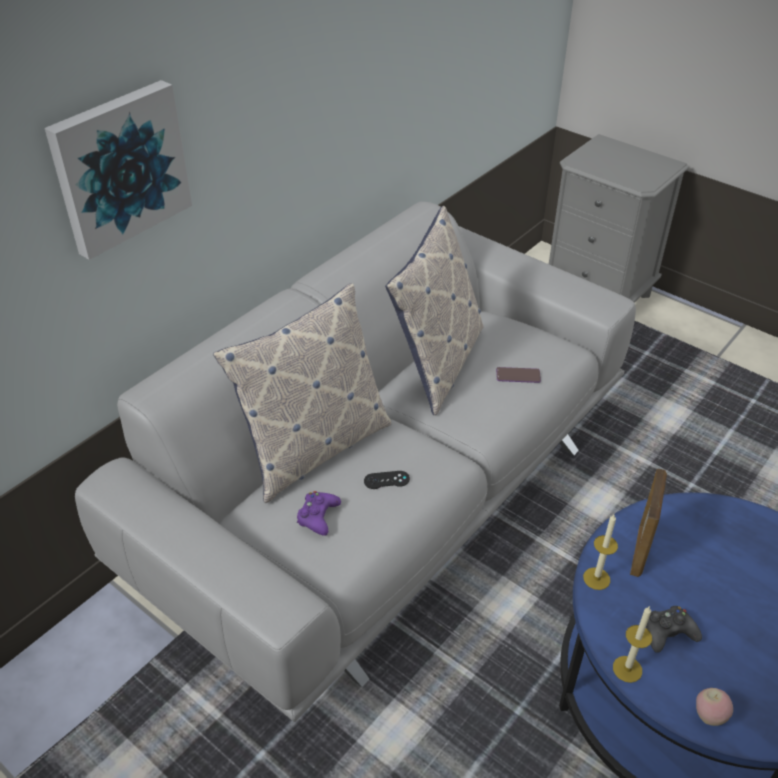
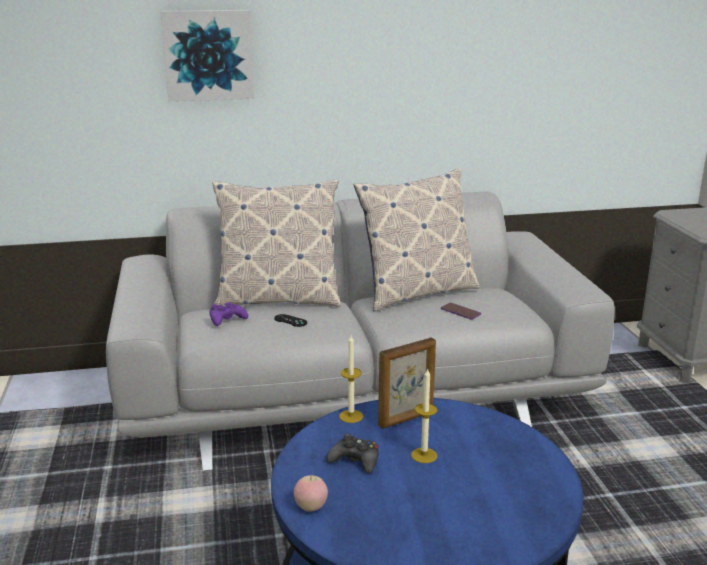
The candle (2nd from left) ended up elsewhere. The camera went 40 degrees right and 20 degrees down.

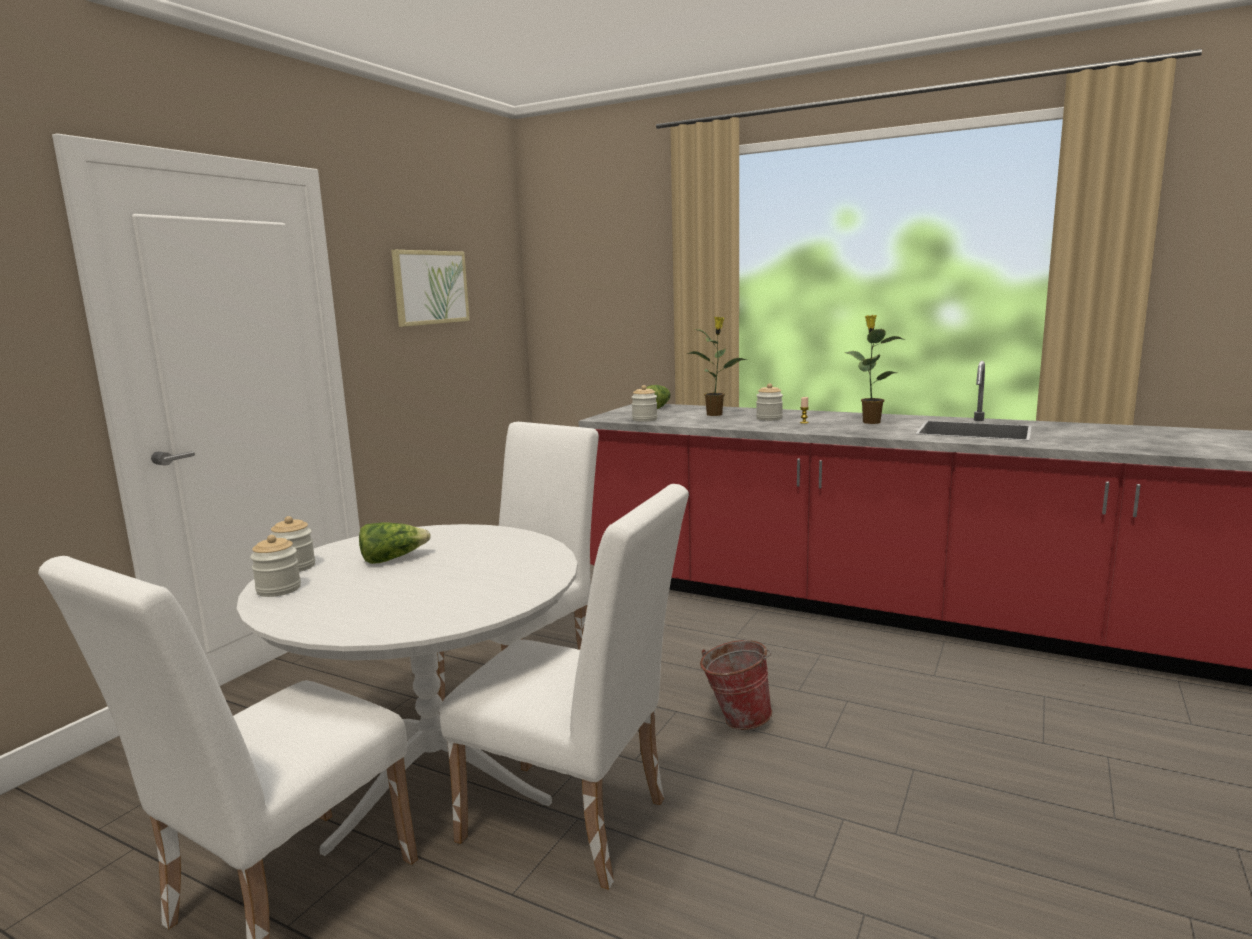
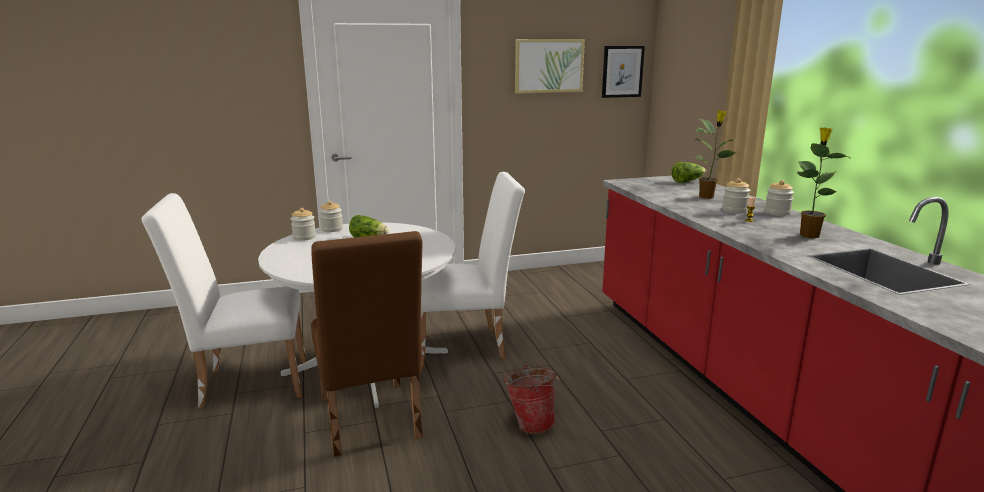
What was the white chair (3rd from left) turned into the brown chair. The second view gained the picture (2nd from left). The jar (3rd from left in the first image) ended up elsewhere. The camera went 45 degrees right and 5 degrees up.

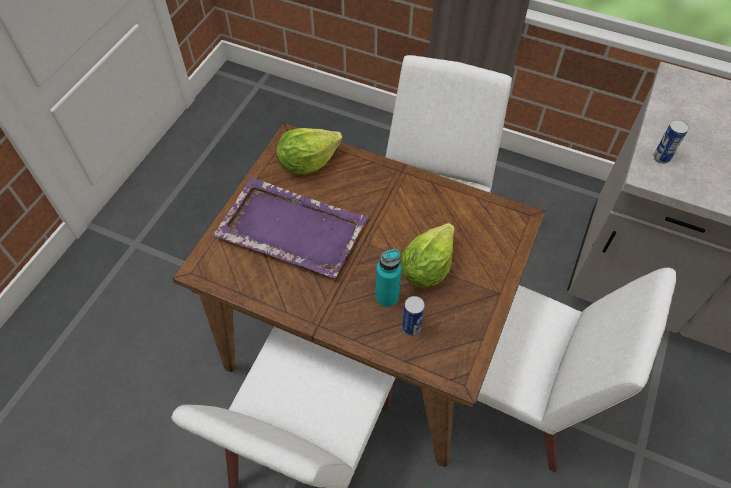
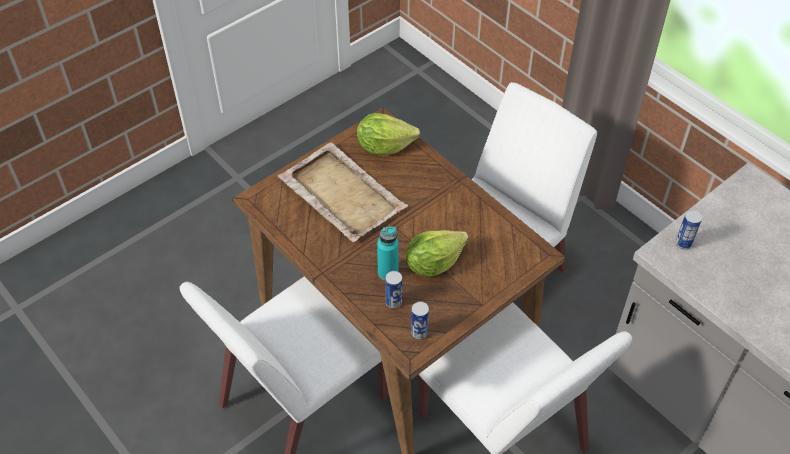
What was the purple tray turned into the beige tray. The second view gained the can (2nd from left). The camera went 25 degrees right and 5 degrees down.

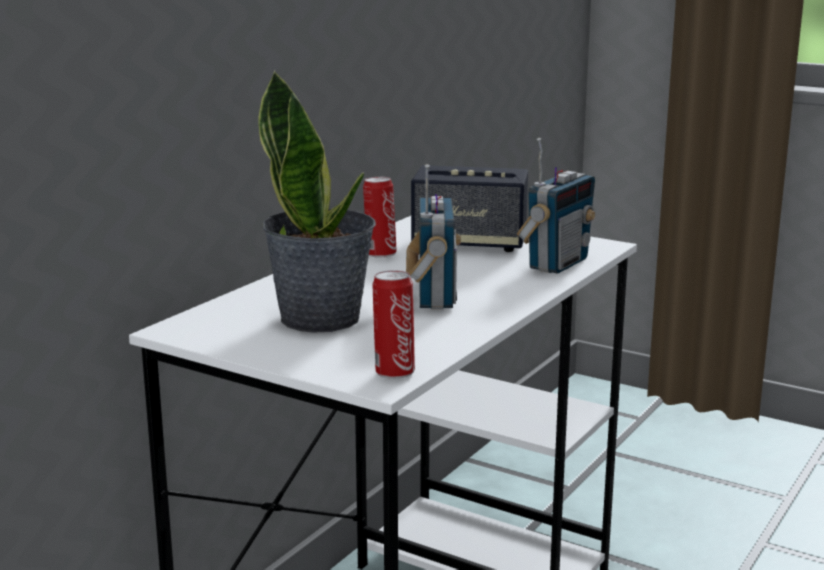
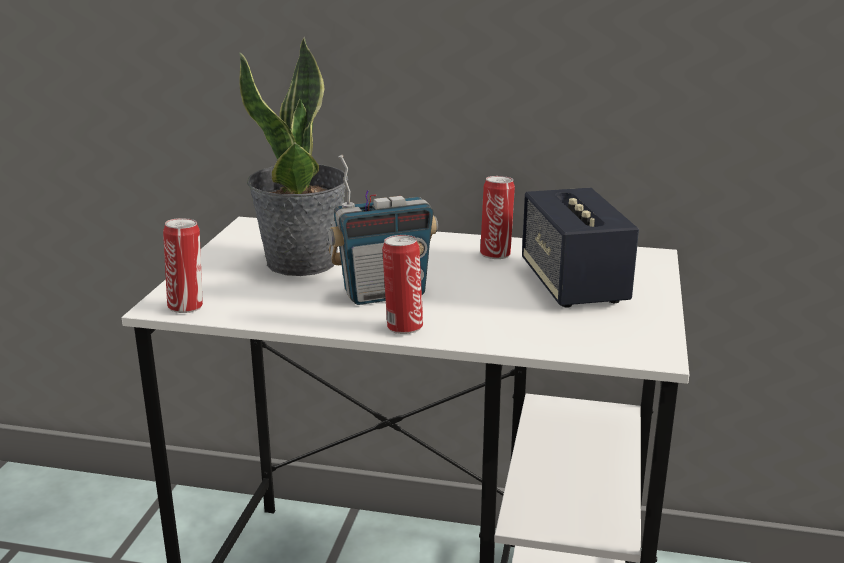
The second view gained the can (2nd from left). The second view lost the radio (2nd from left). The camera went 70 degrees right and 5 degrees up.

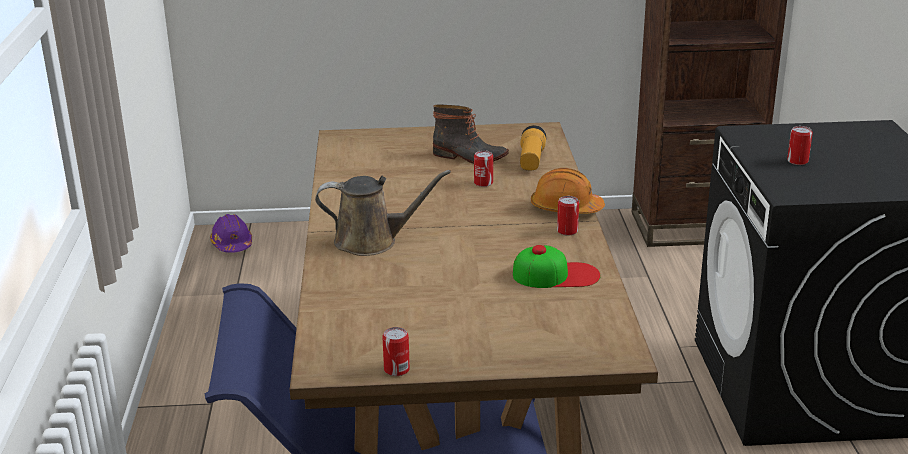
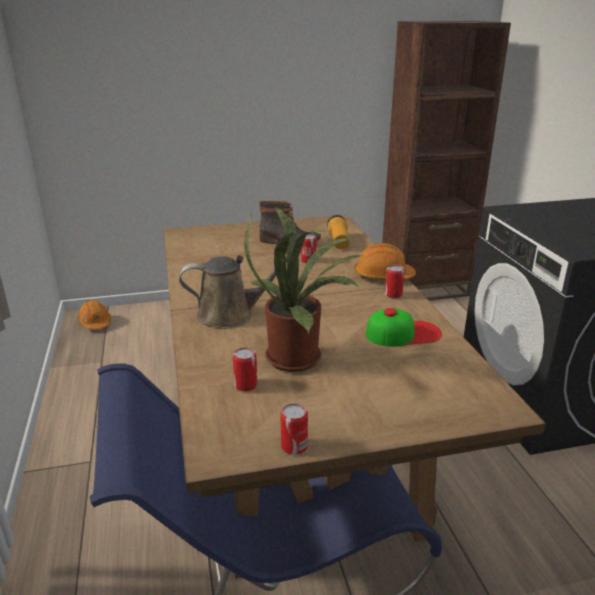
What was the purple hard hat turned into the orange hard hat (1st from left). The can (4th from left in the first image) ended up elsewhere. The second view gained the potted plant. The camera went 10 degrees left and 0 degrees up.

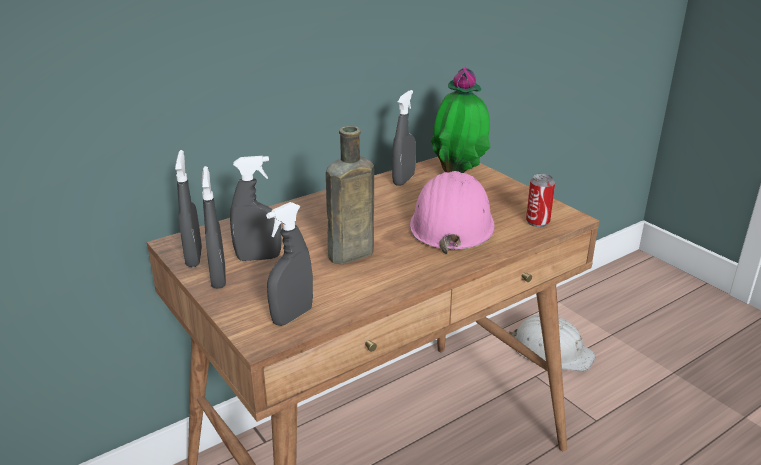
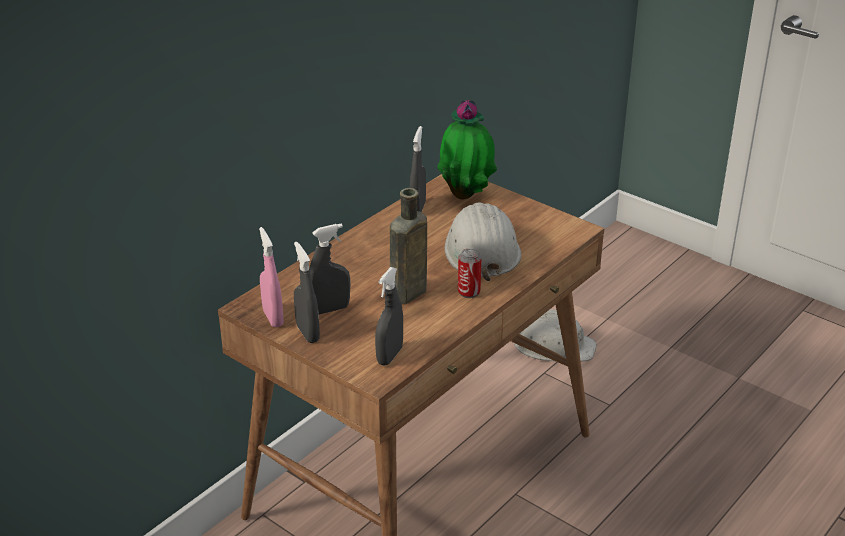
What was the grey spray bottle (1st from left) turned into the pink spray bottle. What was the pink hard hat turned into the white hard hat (1st from left). The can ended up elsewhere. The camera went 15 degrees left and 5 degrees up.

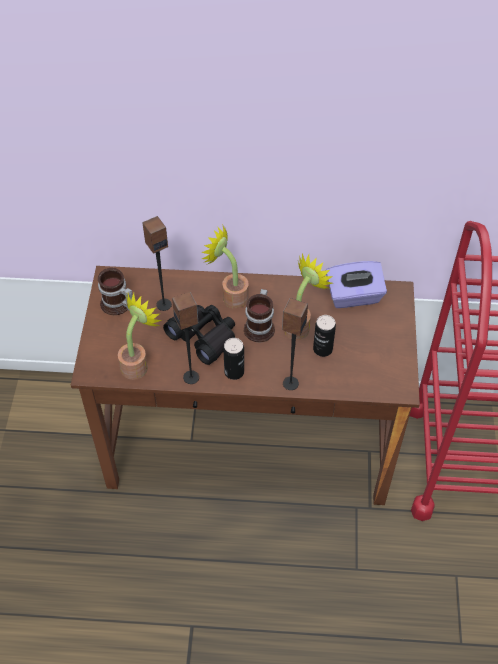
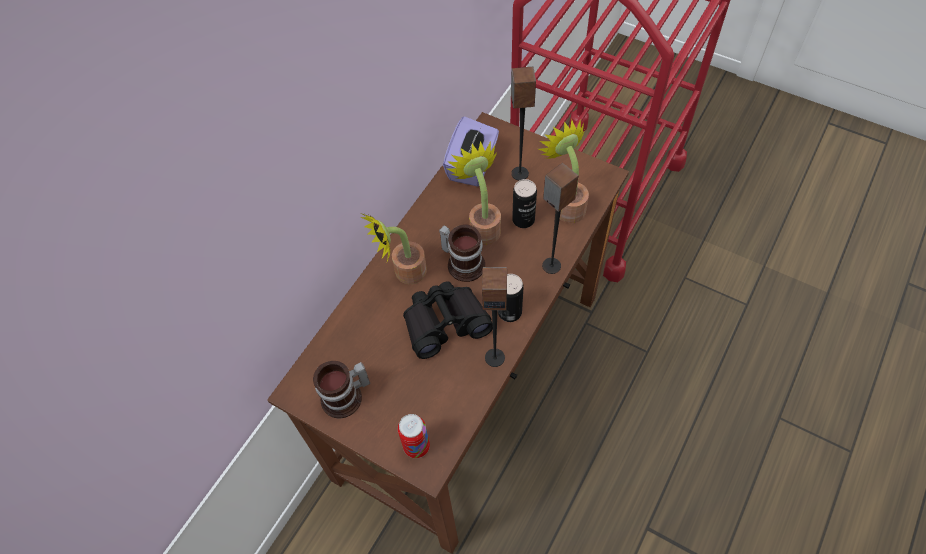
The second view gained the can (1st from left). The speaker (1st from left in the first image) ended up elsewhere. The potted plant (1st from left in the first image) ended up elsewhere. The camera went 60 degrees left and 5 degrees up.

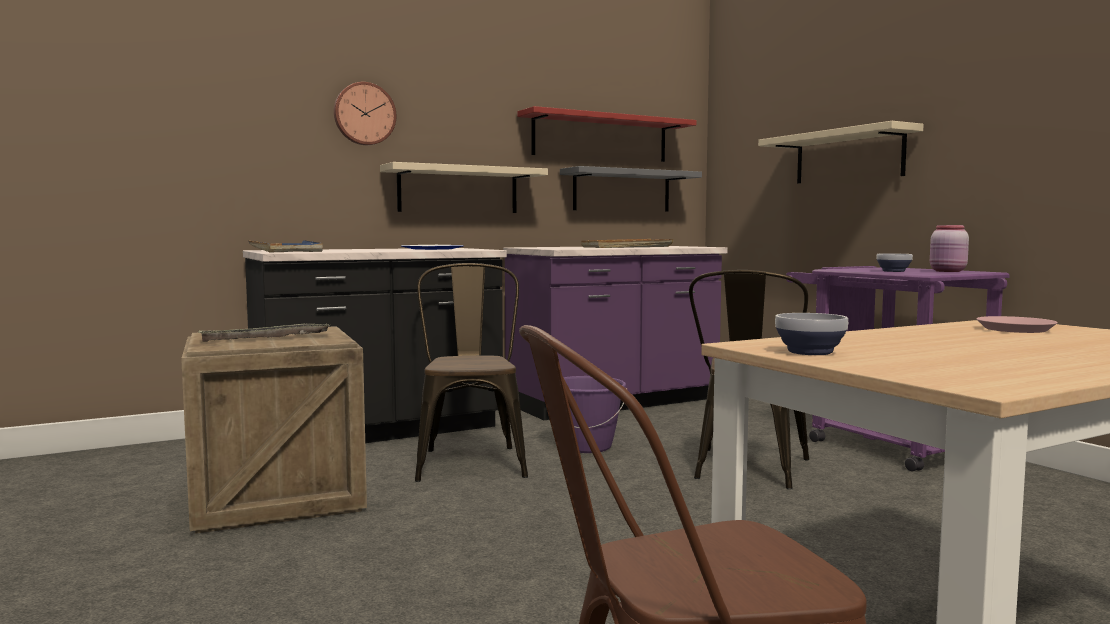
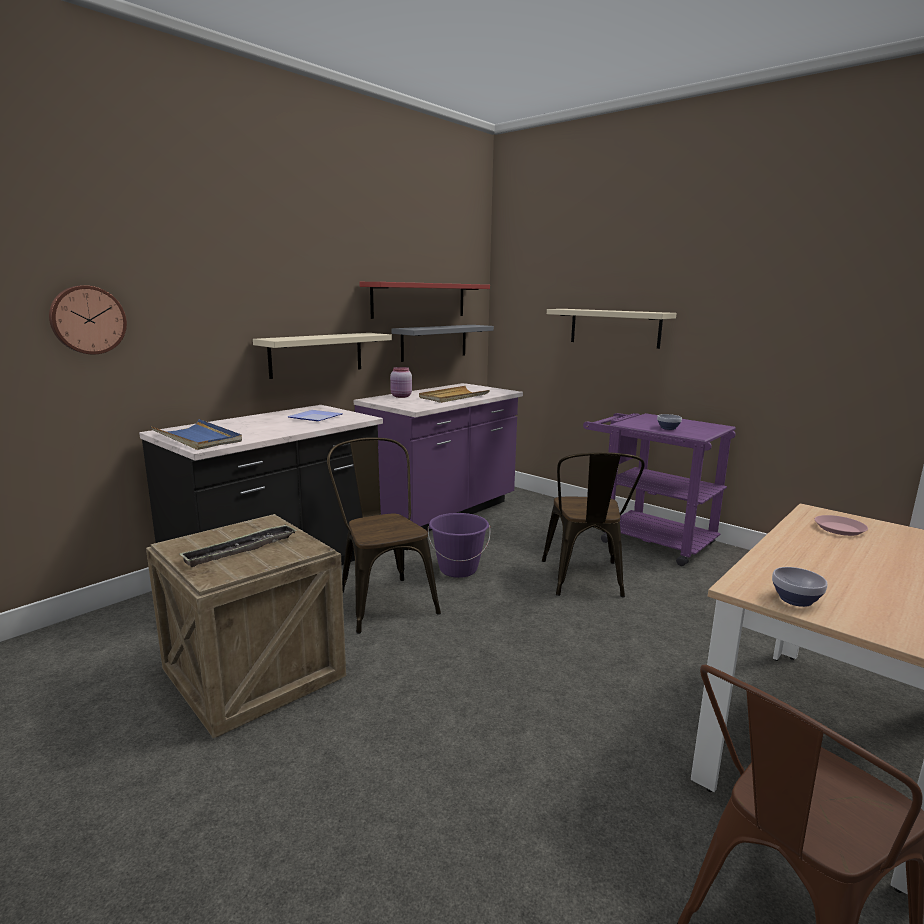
The wall clock ended up elsewhere. The pink jar ended up elsewhere. The camera went 20 degrees left and 10 degrees up.

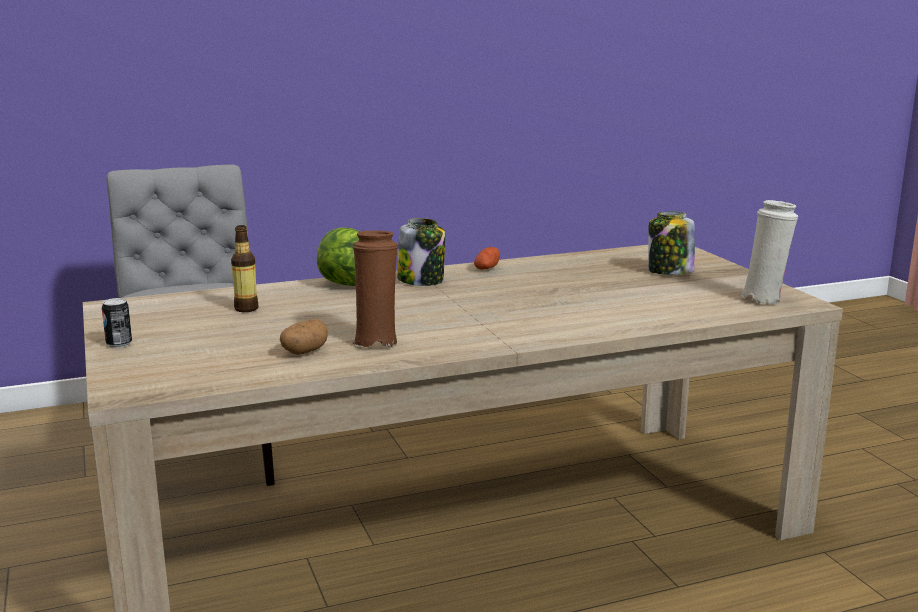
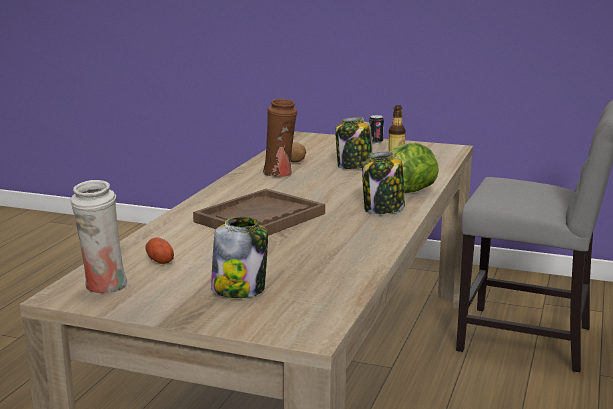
The potato (2nd from left in the first image) ended up elsewhere. The second view gained the brown tray. The second view gained the jar (2nd from left). The camera went 130 degrees right and 0 degrees up.

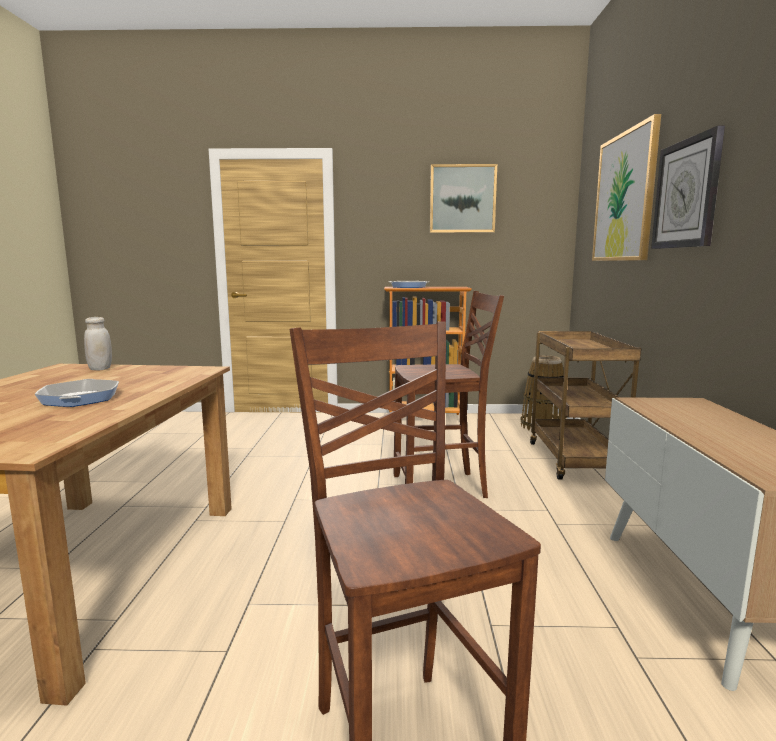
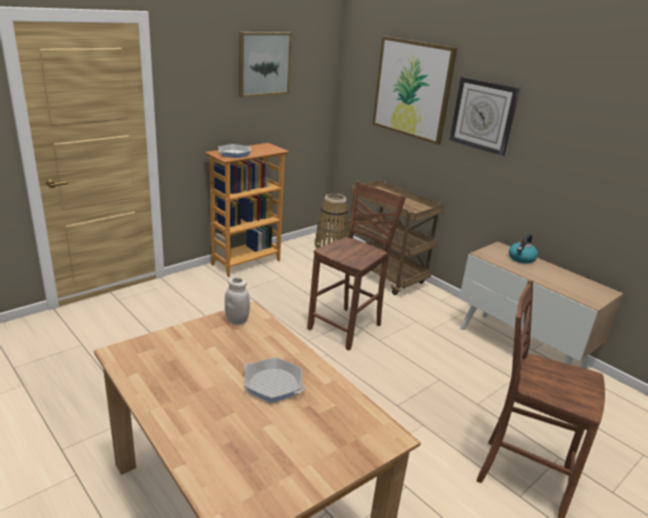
The white jar ended up elsewhere. The second view gained the kettle. The camera went 45 degrees left and 15 degrees up.

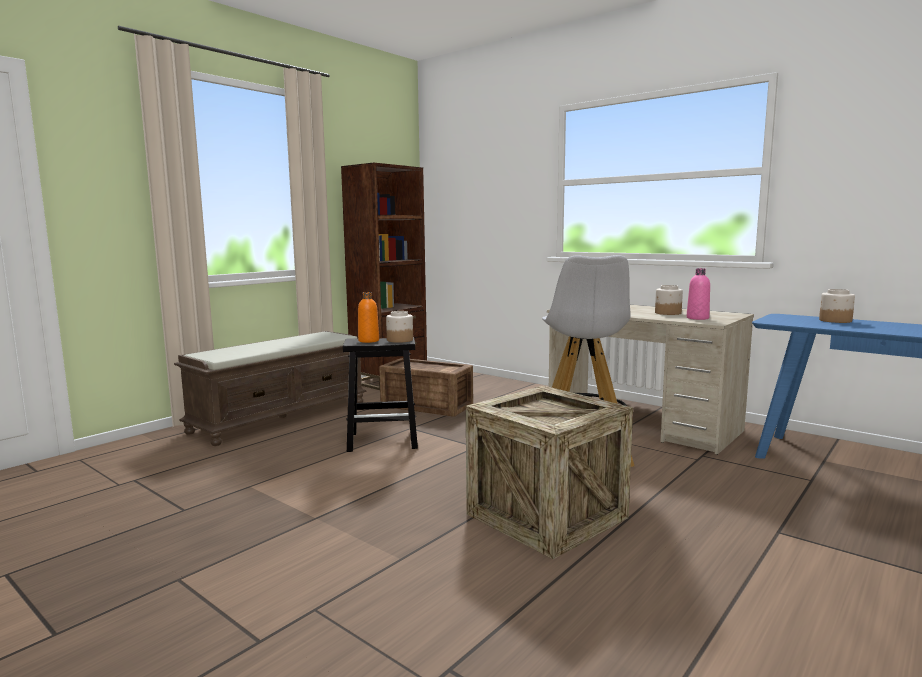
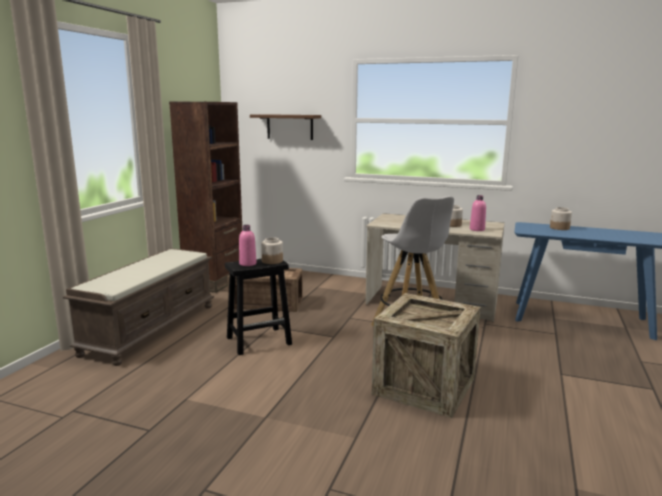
What was the orange bottle turned into the pink bottle (1st from left). The second view gained the brown shelf. The camera went 20 degrees left and 5 degrees up.

